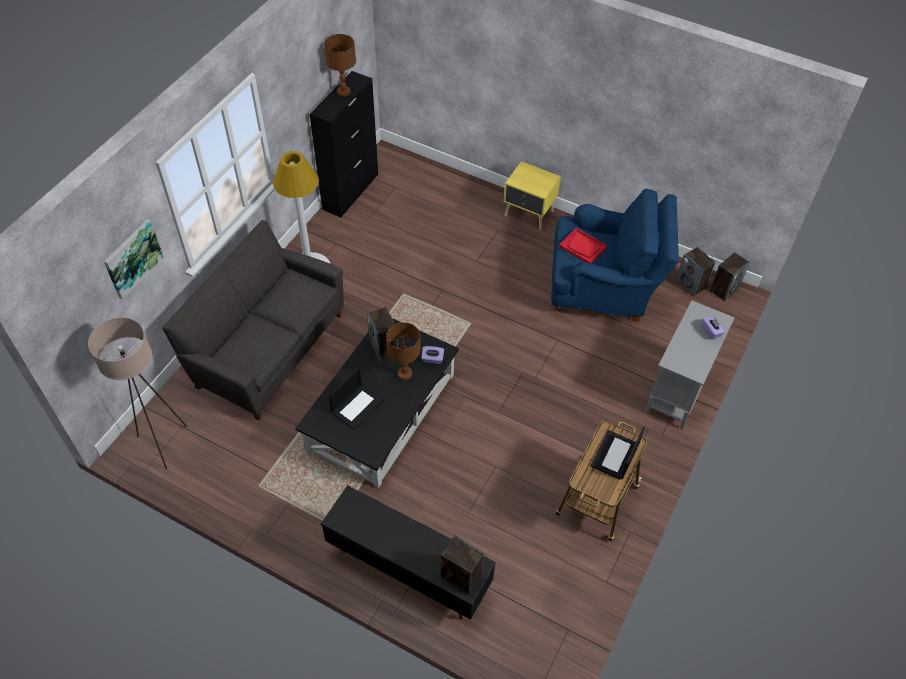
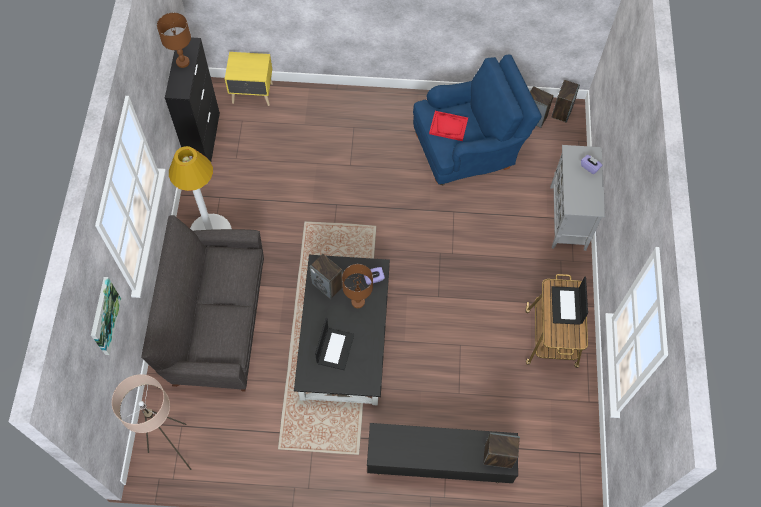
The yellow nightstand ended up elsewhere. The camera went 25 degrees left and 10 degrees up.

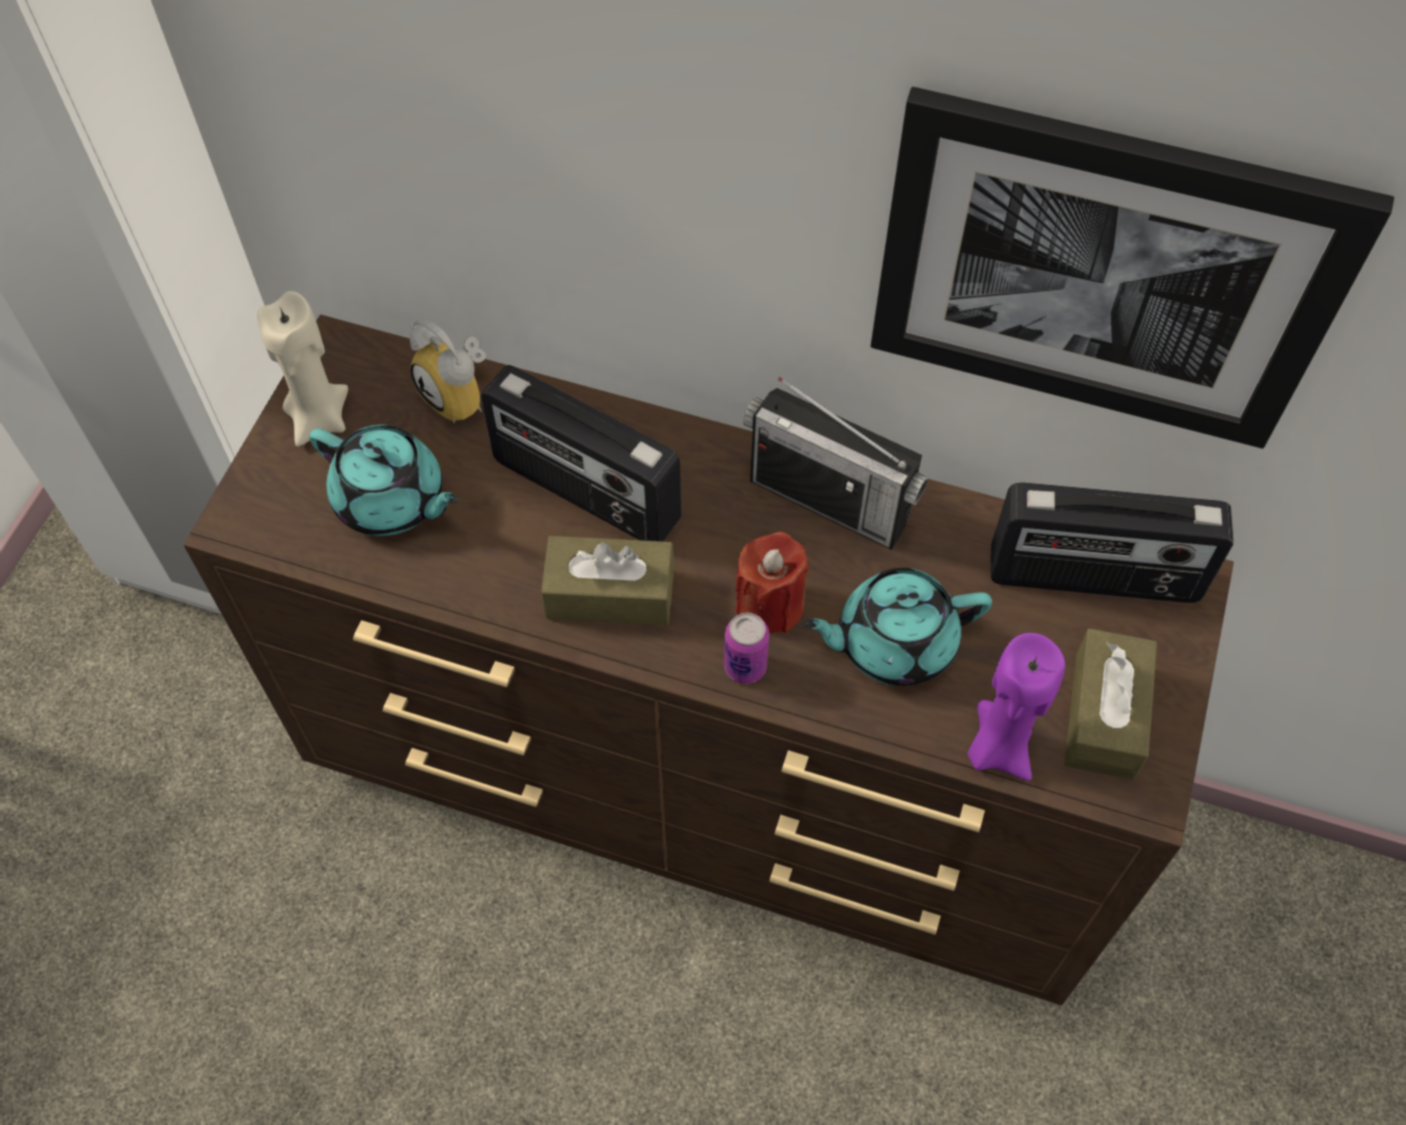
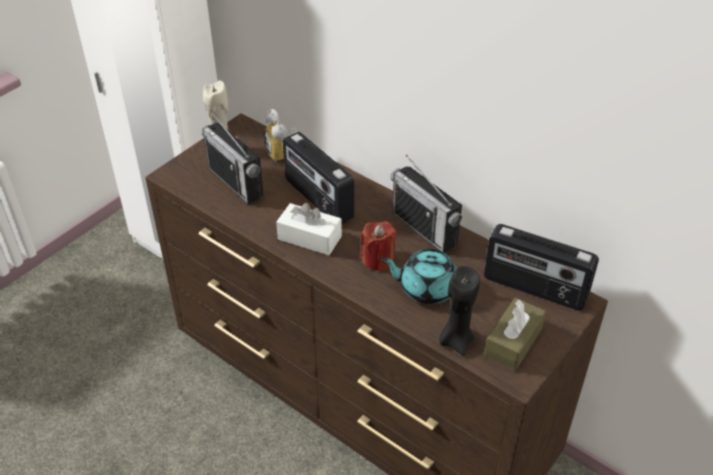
Where the turquoise teapot (1st from left) stood, the radio (1st from left) came to stand. What was the brown tissue box (1st from left) turned into the white tissue box. What was the purple candle turned into the black candle. The second view lost the can. The second view lost the picture. The camera went 20 degrees right and 15 degrees down.

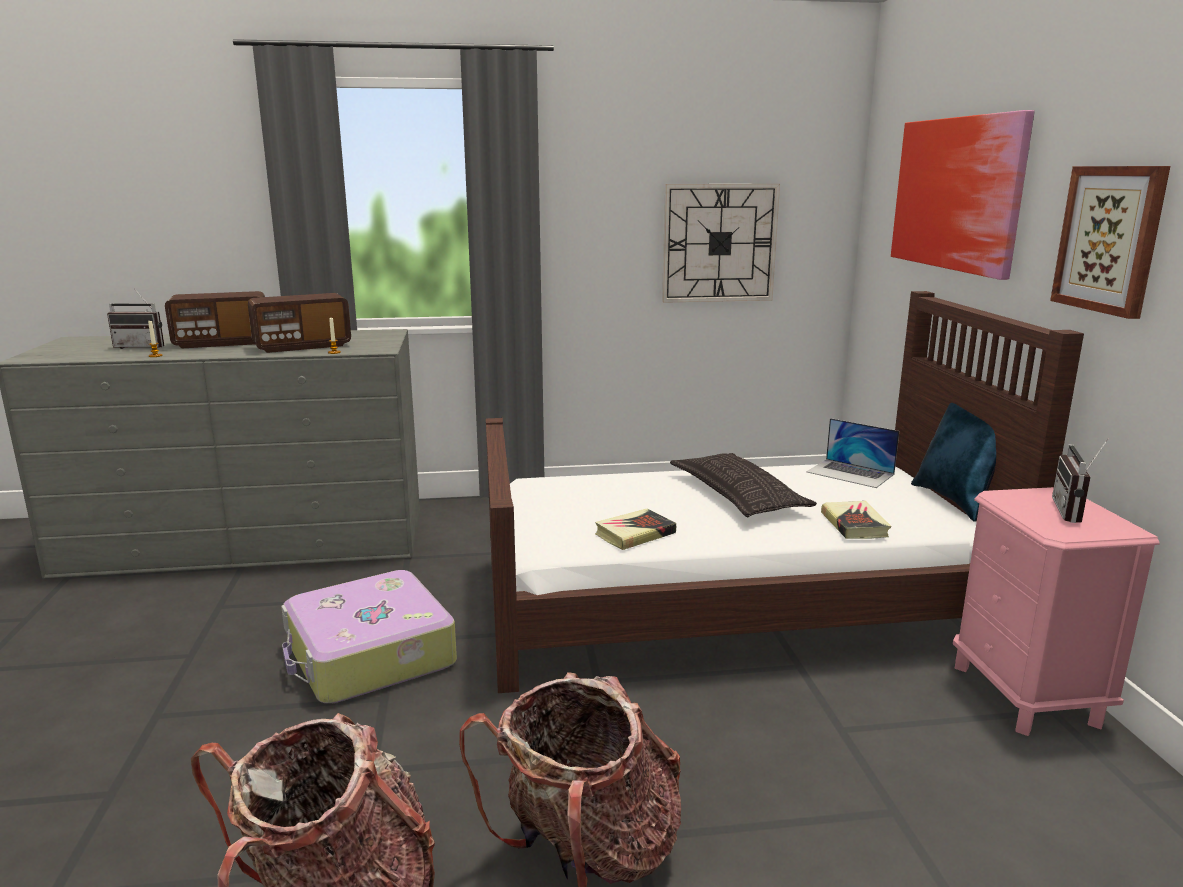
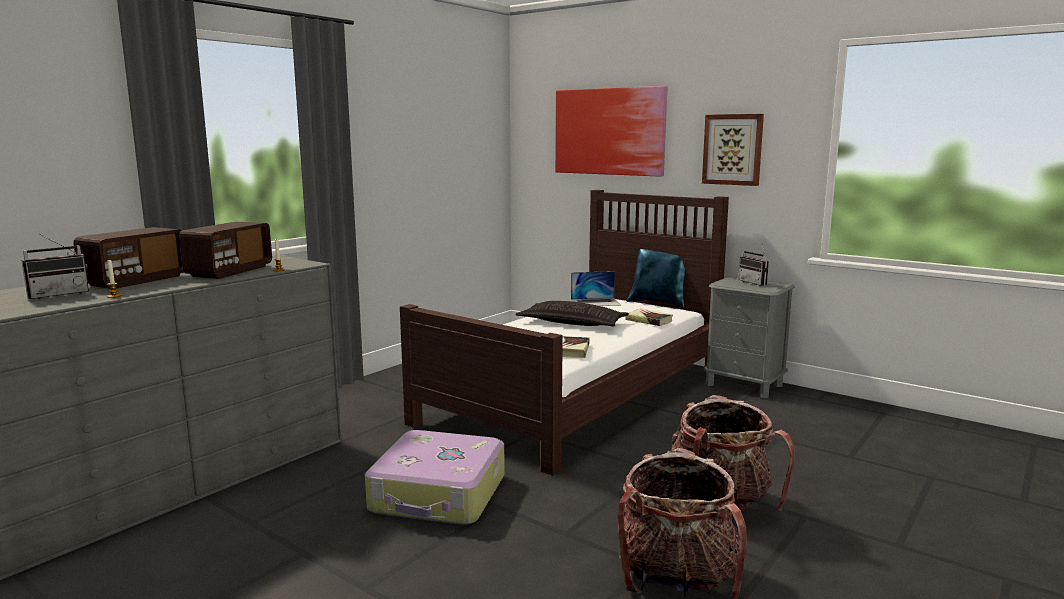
What was the pink nightstand turned into the grey nightstand. The second view lost the wall clock. The camera went 45 degrees left and 5 degrees down.

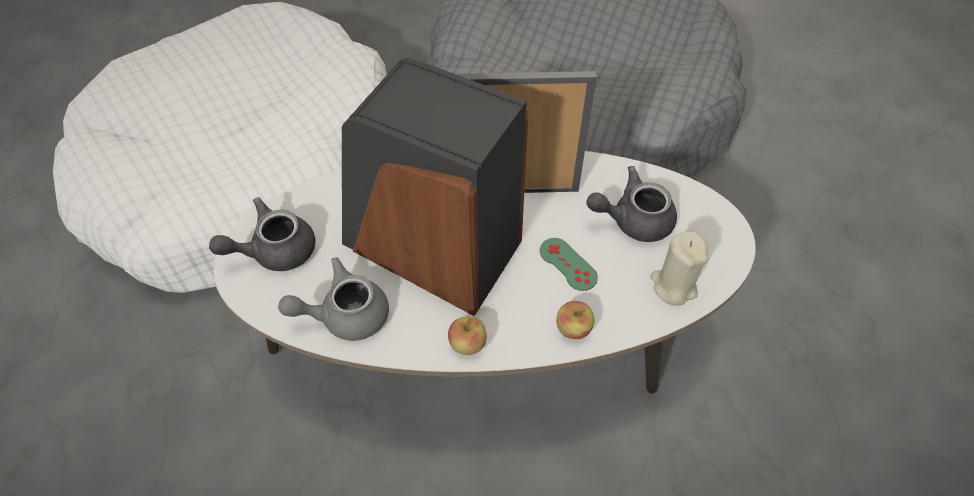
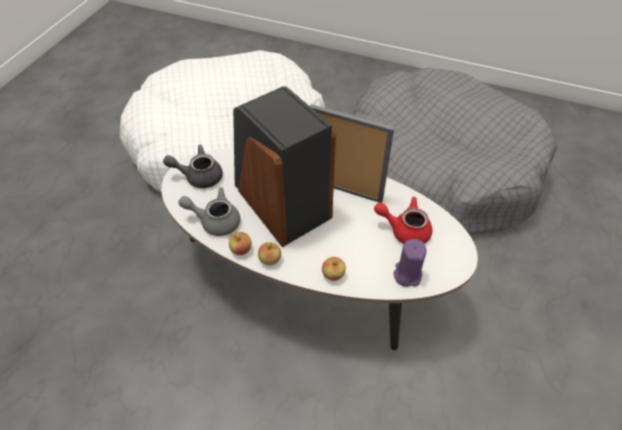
The second view gained the apple (1st from left). What was the grey teapot (3rd from left) turned into the red teapot. What was the beige candle turned into the purple candle. The second view lost the green game controller. The camera went 25 degrees right and 5 degrees down.

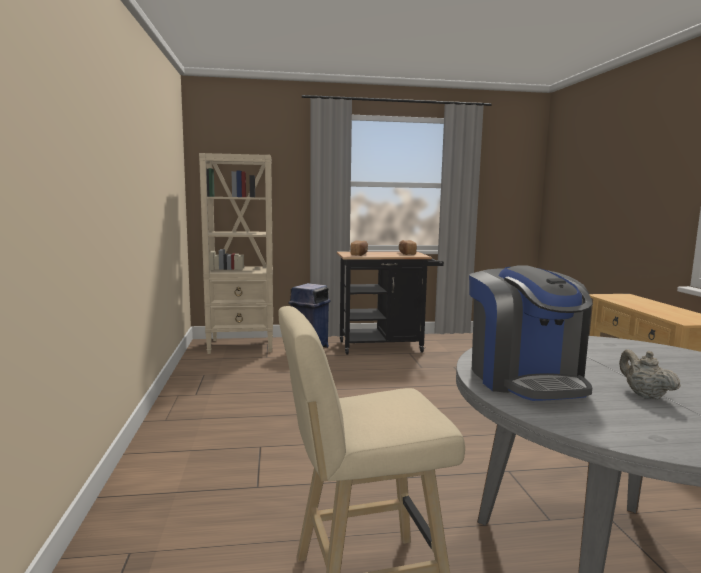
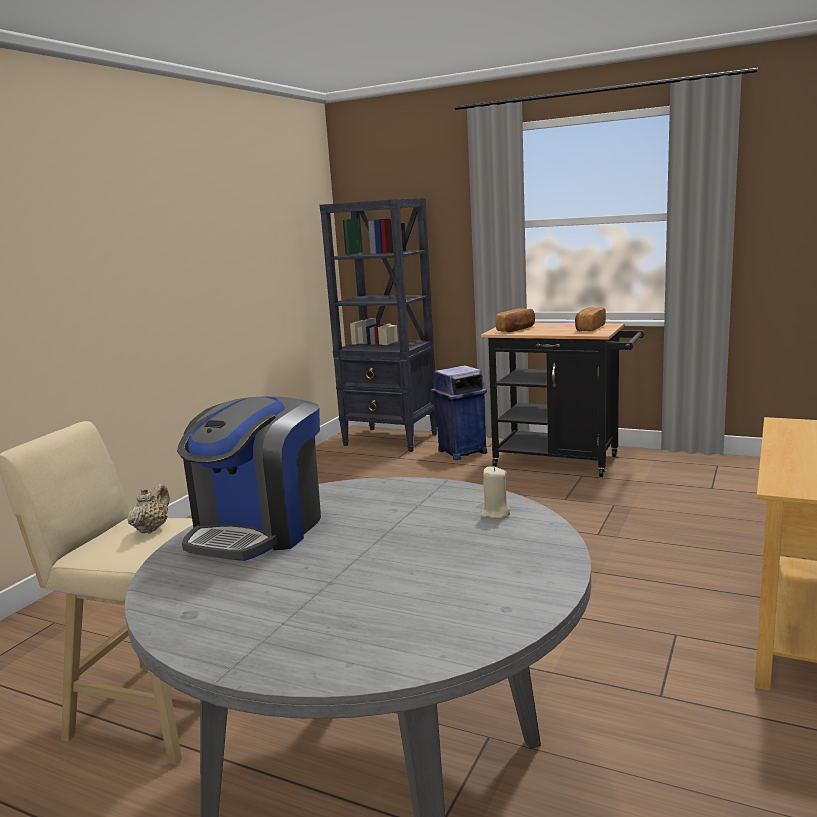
The beige teapot ended up elsewhere. What was the beige bookcase turned into the black bookcase. The second view gained the beige candle. The camera went 35 degrees right and 5 degrees up.

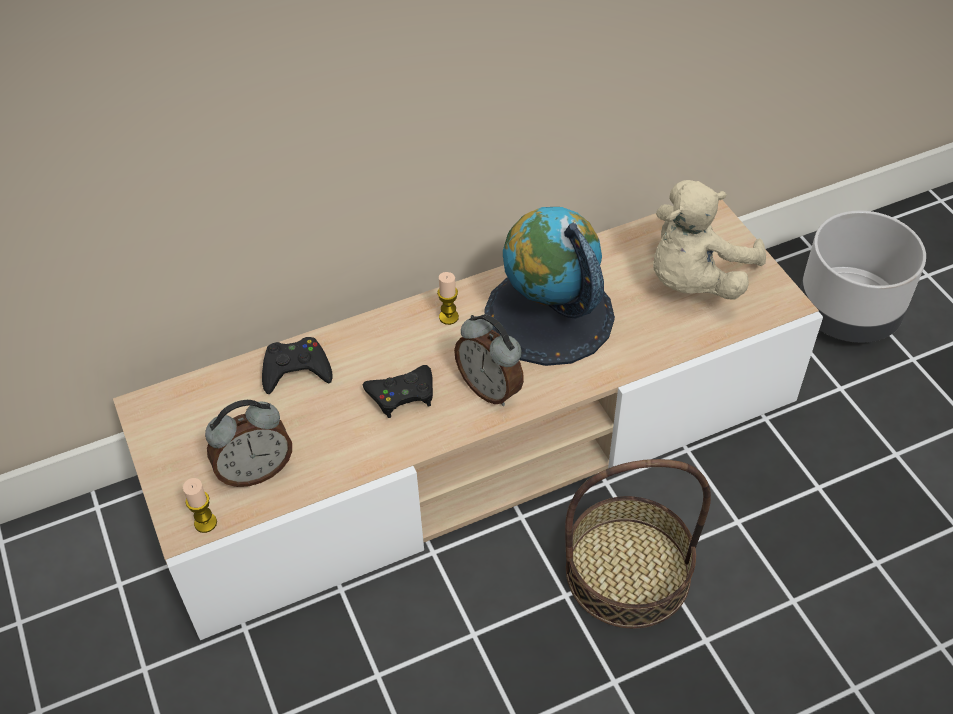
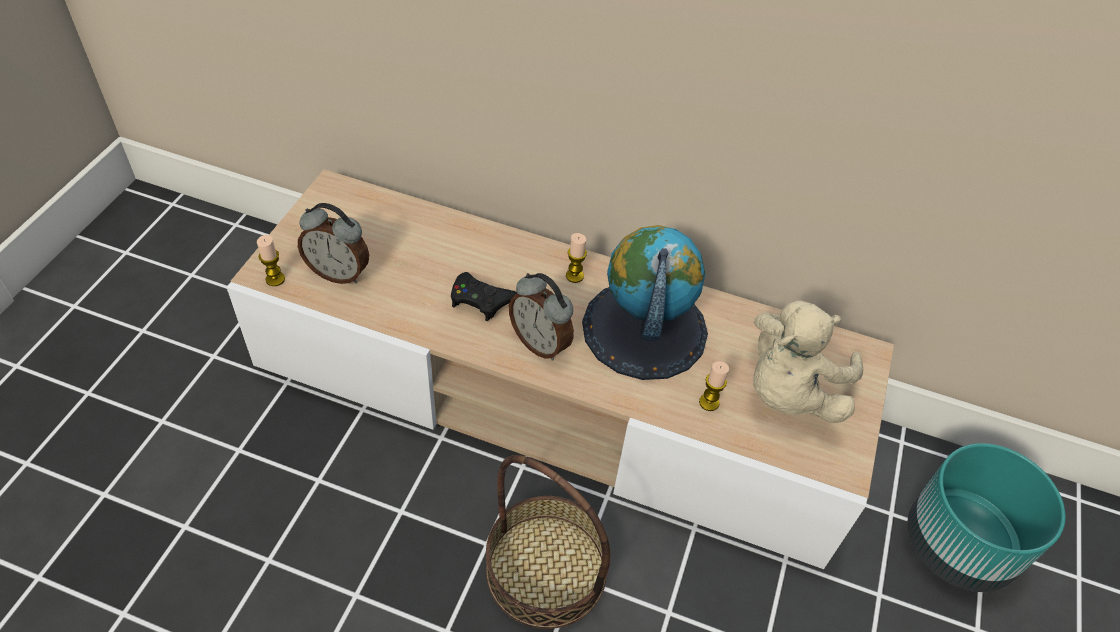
The alarm clock (2nd from left) ended up facing another way, 45 degrees counterclockwise from before. The second view gained the candle (3rd from left). The beige plush toy ended up facing another way, 45 degrees counterclockwise from before. What was the grey planter turned into the turquoise planter. The second view lost the black game controller (1st from left). The camera went 40 degrees right and 0 degrees up.

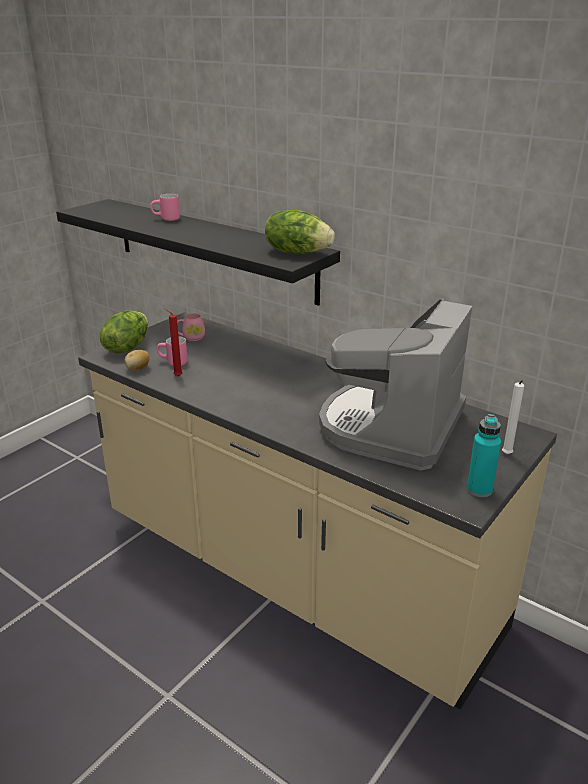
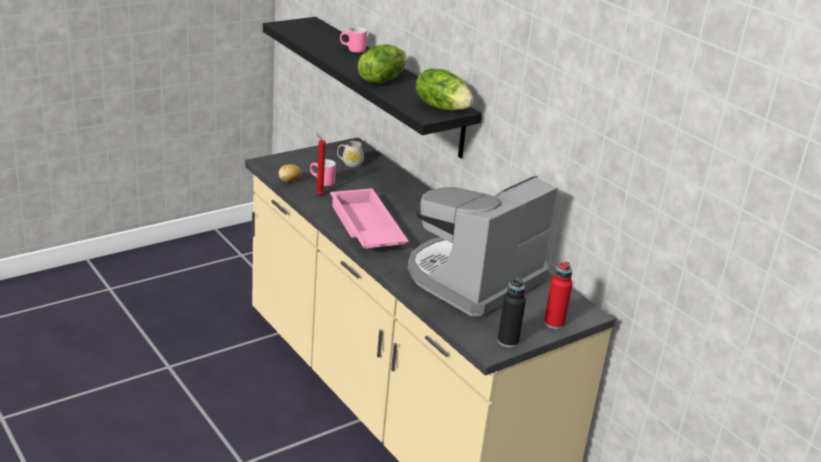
The second view gained the pink tray. What was the pink mug (3rd from left) turned into the white mug. The lettuce (1st from left) ended up elsewhere. What was the turquoise bottle turned into the black bottle. Where the white candle stood, the red bottle came to stand. The camera went 15 degrees right and 0 degrees up.

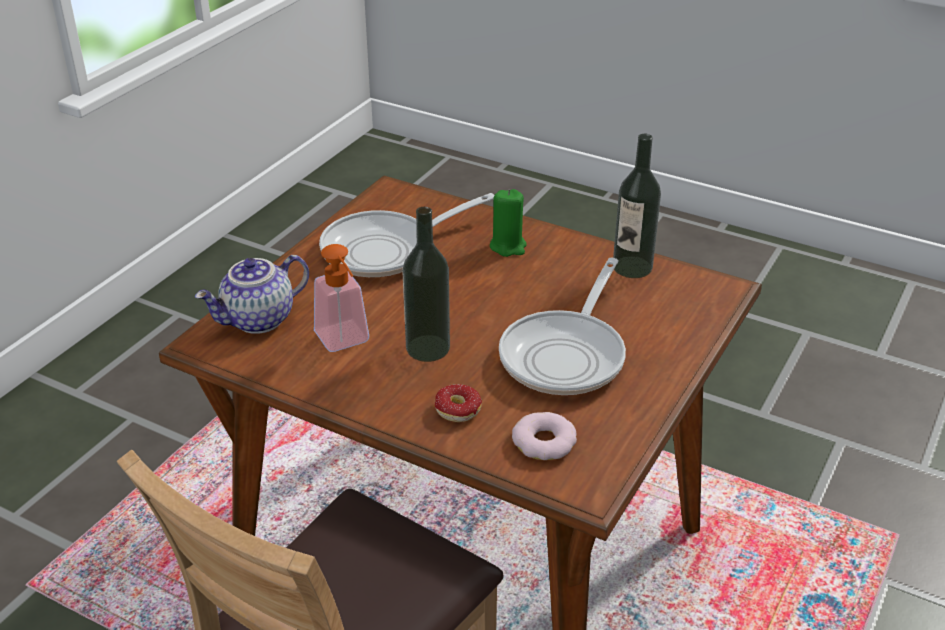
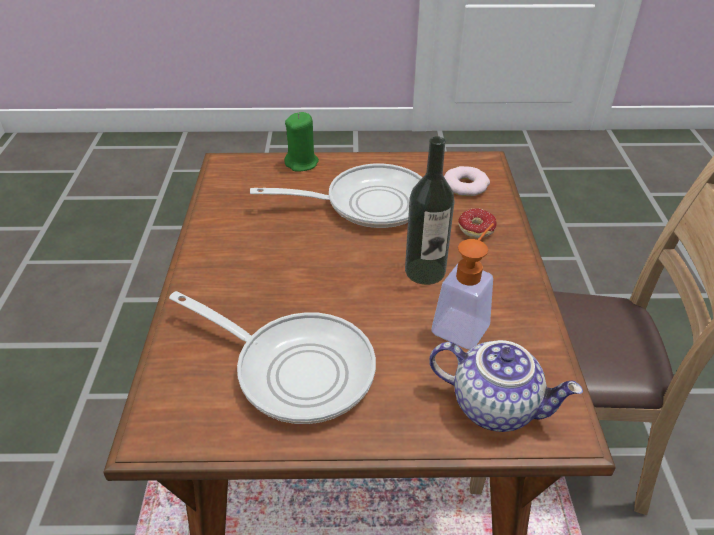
The green candle ended up elsewhere. The second view lost the bottle (2nd from left). The camera went 120 degrees left and 5 degrees up.

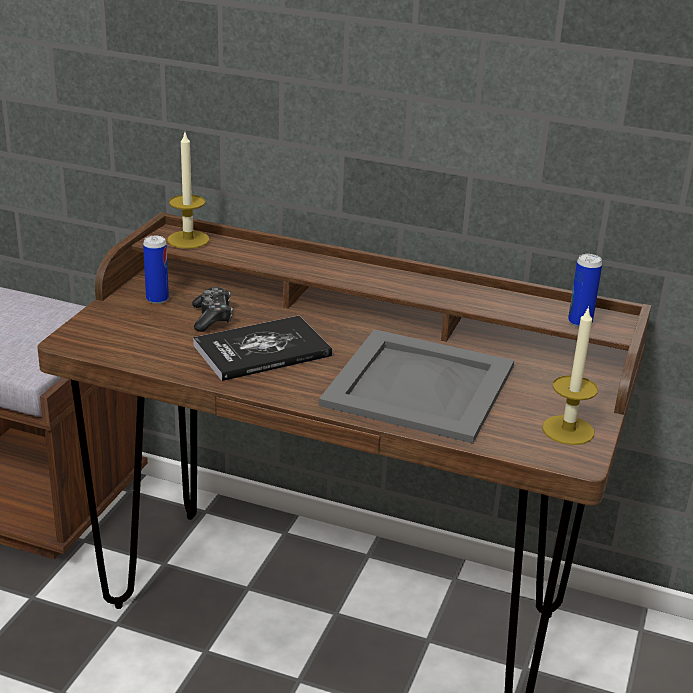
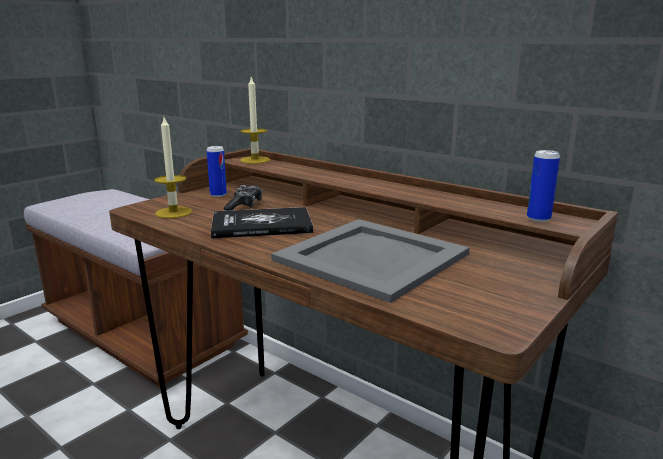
The candle (2nd from left in the first image) ended up elsewhere. The camera went 20 degrees right and 10 degrees down.

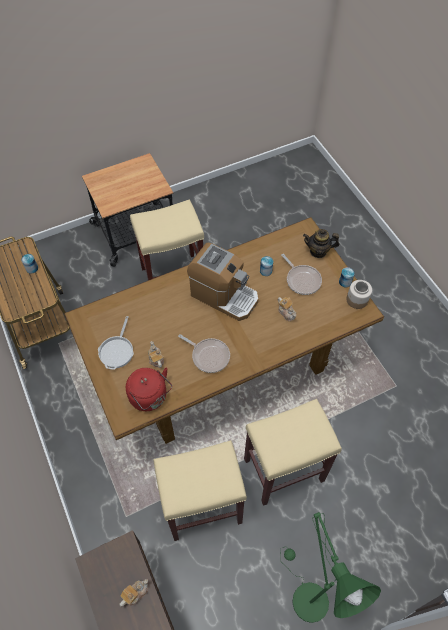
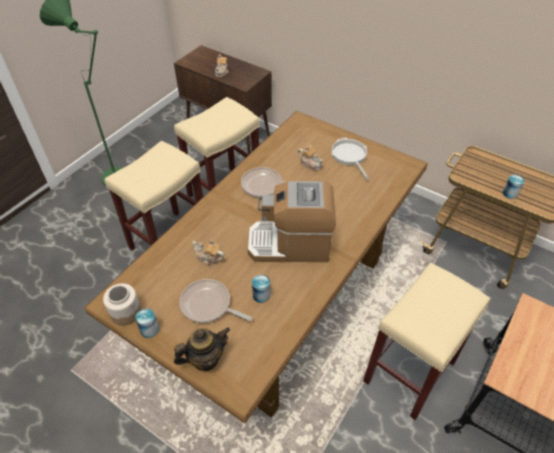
The second view lost the red kettle. The camera went 150 degrees right and 10 degrees down.

